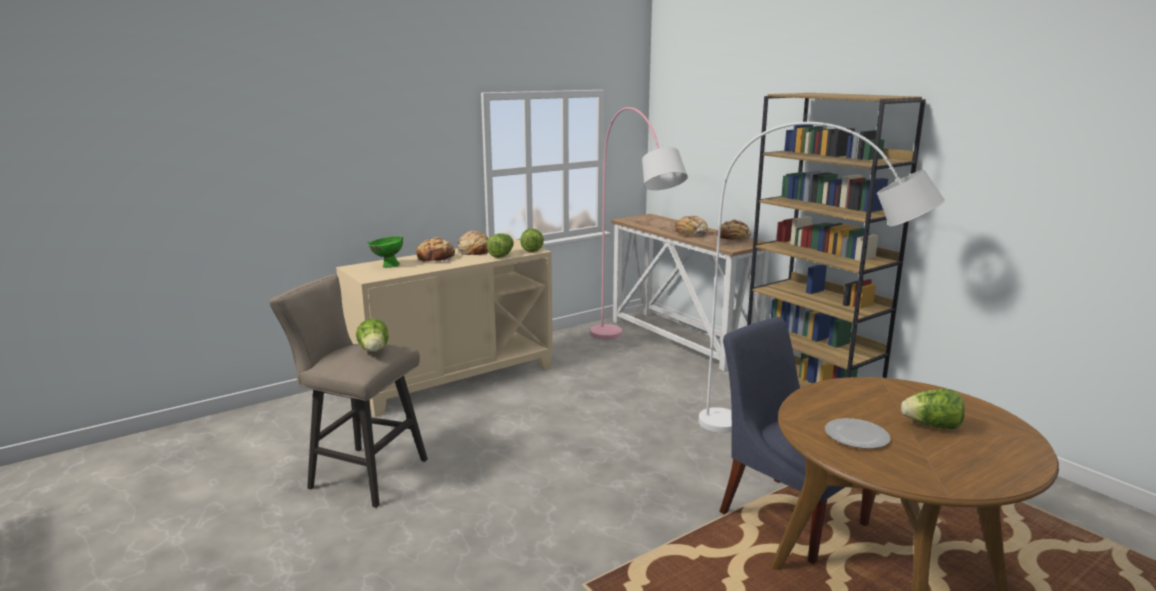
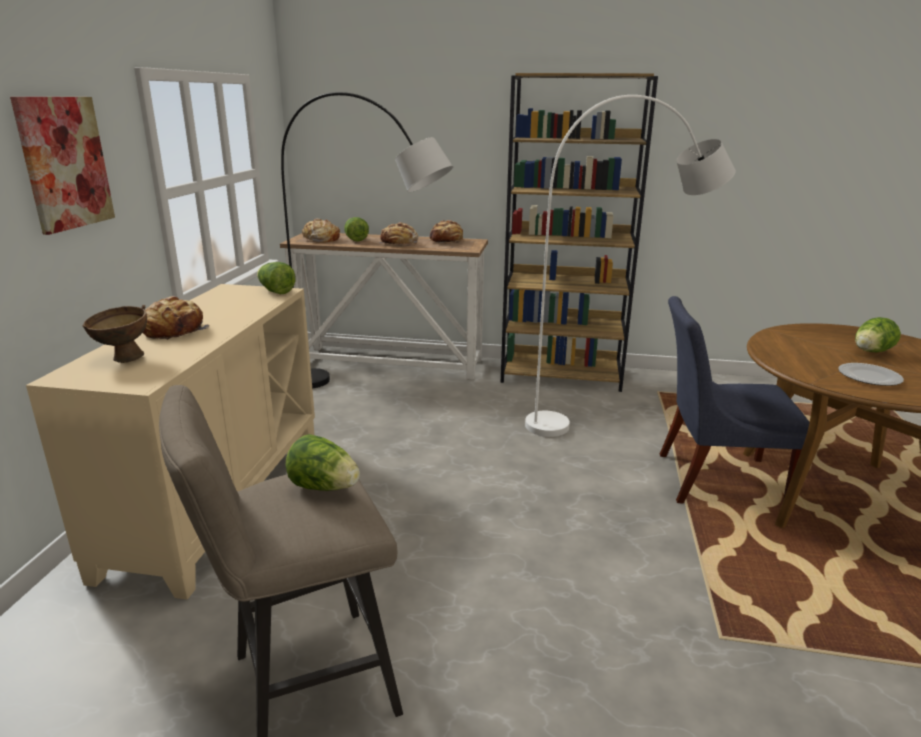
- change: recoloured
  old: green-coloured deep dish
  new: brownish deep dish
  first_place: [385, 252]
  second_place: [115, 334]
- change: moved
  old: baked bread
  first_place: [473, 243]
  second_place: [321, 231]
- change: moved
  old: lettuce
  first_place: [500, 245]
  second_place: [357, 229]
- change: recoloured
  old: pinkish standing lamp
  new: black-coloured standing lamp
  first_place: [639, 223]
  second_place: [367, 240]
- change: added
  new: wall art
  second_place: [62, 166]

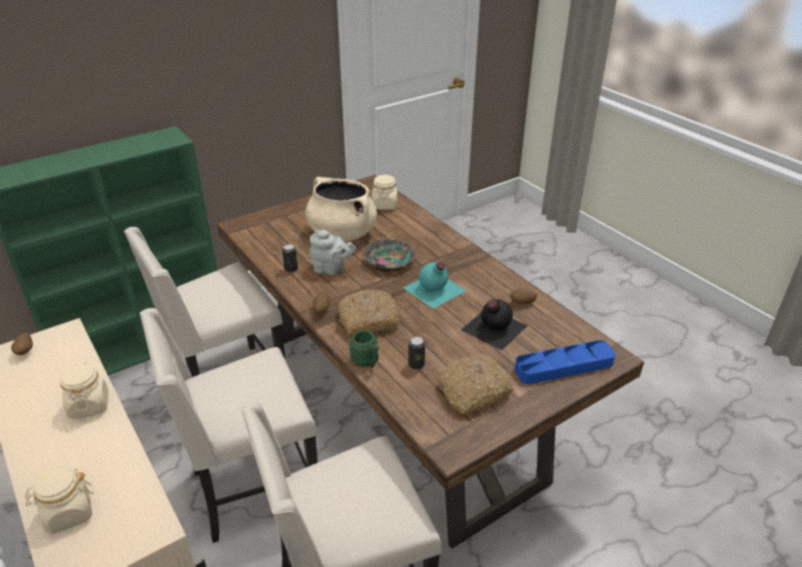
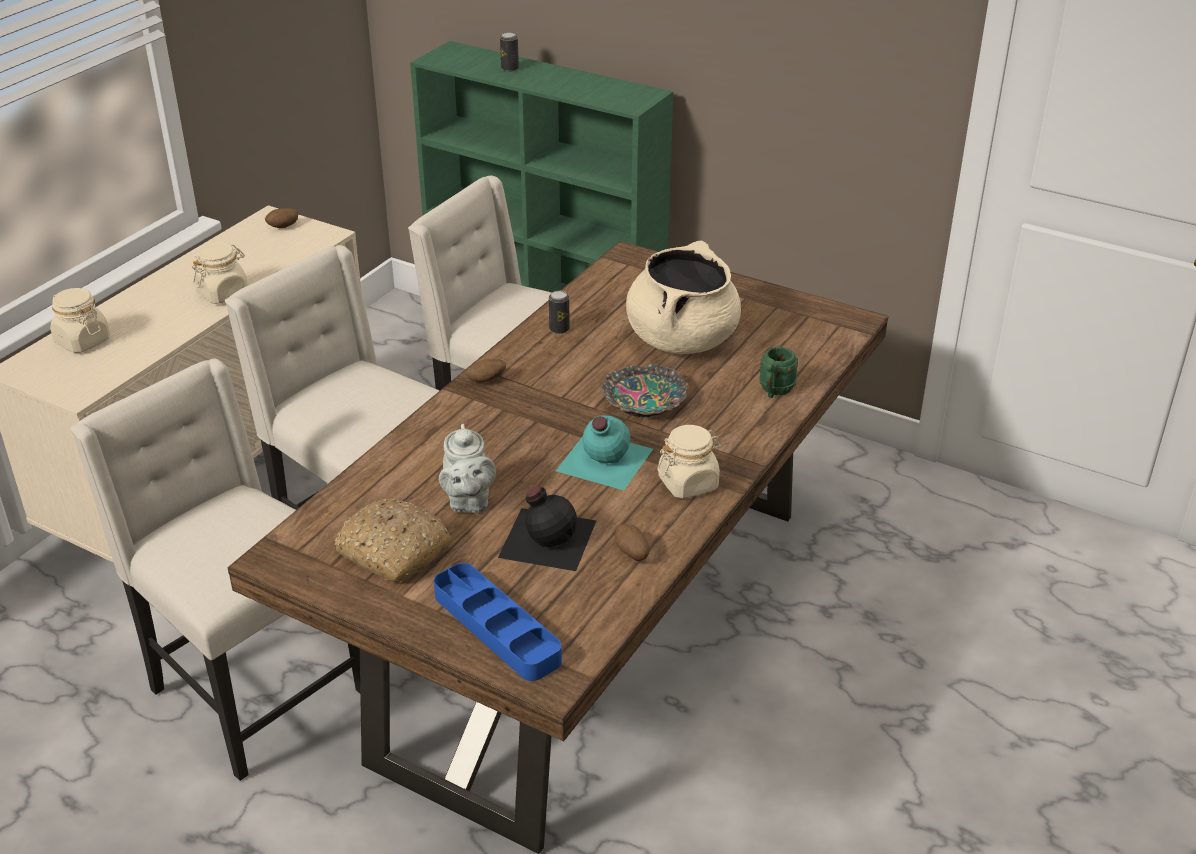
- change: moved
  old: gray teapot
  first_place: [333, 252]
  second_place: [467, 468]
- change: removed
  old: baked bread
  first_place: [368, 312]
- change: moved
  old: green-coloured tea mug
  first_place: [364, 349]
  second_place: [778, 372]
- change: moved
  old: beige-coloured storage jar
  first_place: [384, 192]
  second_place: [689, 462]
- change: moved
  old: can
  first_place: [417, 353]
  second_place: [509, 52]

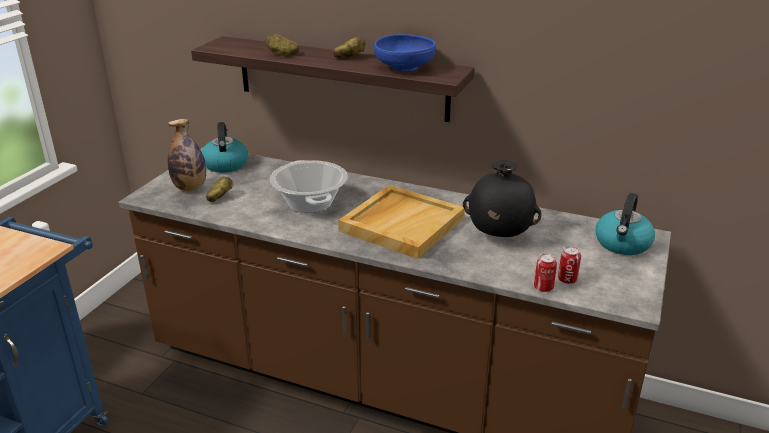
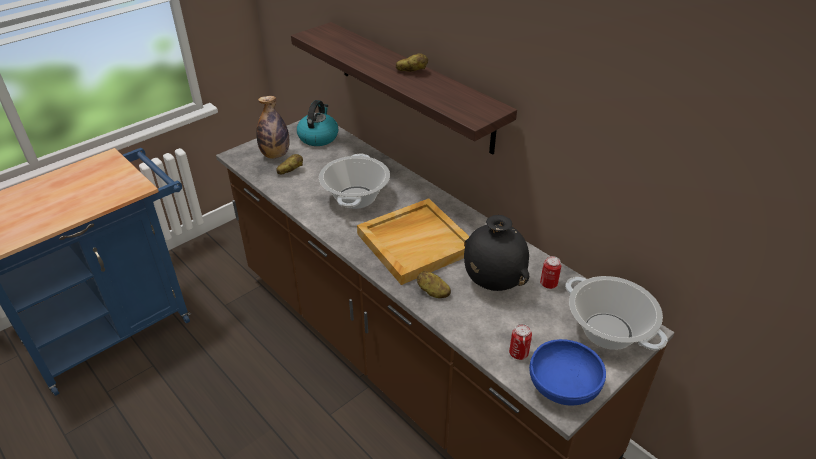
- change: moved
  old: whole potato
  first_place: [282, 45]
  second_place: [434, 284]
- change: moved
  old: blue deep dish
  first_place: [405, 53]
  second_place: [567, 372]
- change: moved
  old: can
  first_place: [545, 272]
  second_place: [550, 272]
- change: replaced
  old: kettle
  new: stockpot
  first_place: [625, 224]
  second_place: [616, 313]

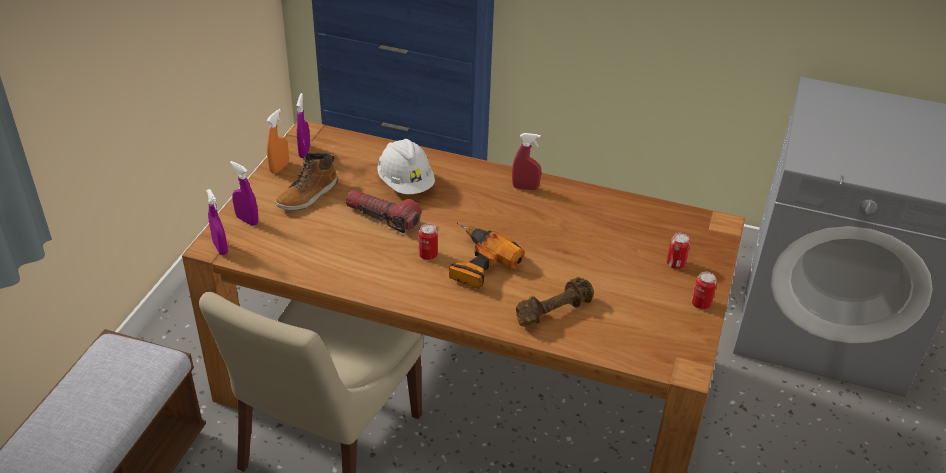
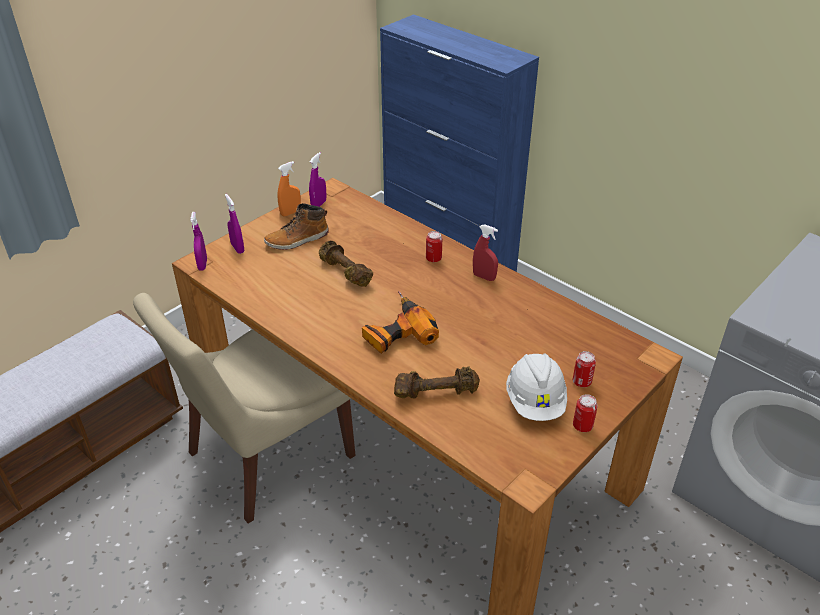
- change: replaced
  old: hand torch
  new: brownish free weight
  first_place: [383, 211]
  second_place: [346, 264]
- change: moved
  old: white-coloured safety helmet
  first_place: [406, 166]
  second_place: [536, 387]
- change: moved
  old: can
  first_place: [428, 242]
  second_place: [434, 246]

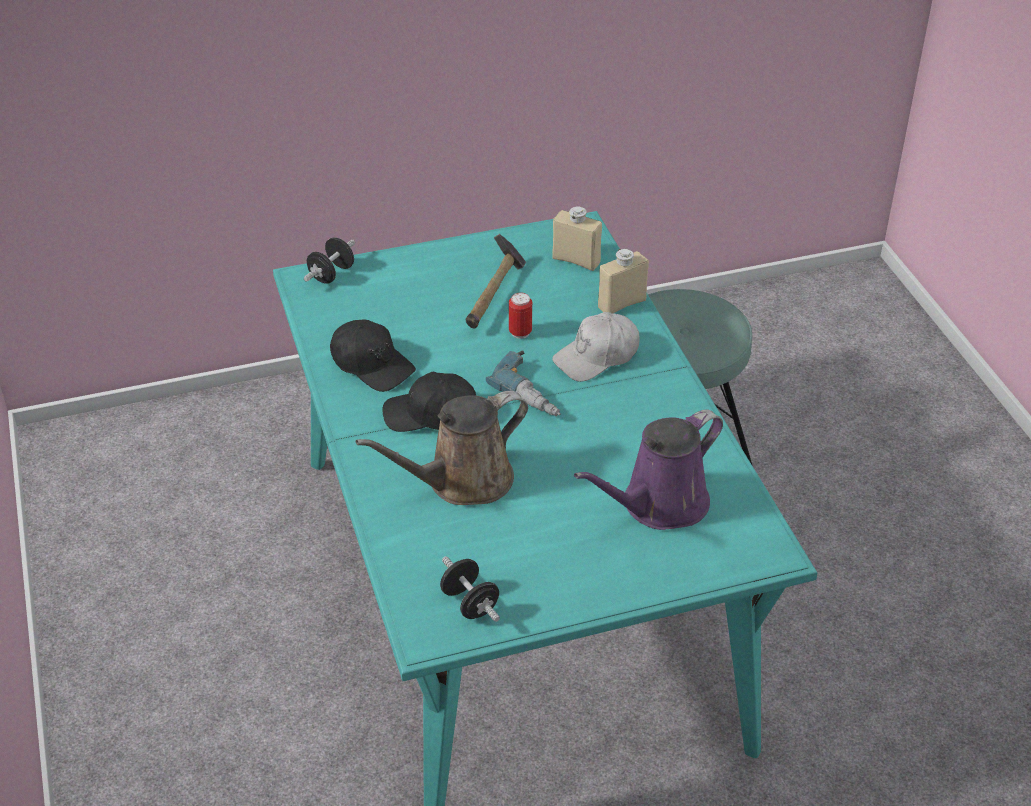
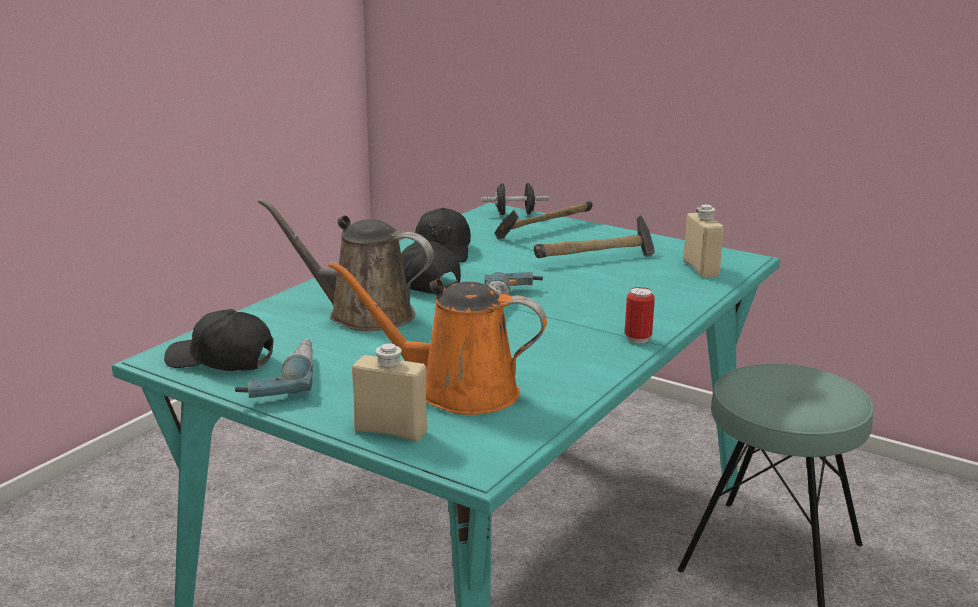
- change: replaced
  old: black-coloured free weight
  new: black-coloured cap
  first_place: [470, 589]
  second_place: [219, 340]
- change: moved
  old: can
  first_place: [520, 316]
  second_place: [640, 315]
- change: removed
  old: white-coloured cap
  first_place: [596, 347]
- change: recoloured
  old: purple watering can
  new: orange-coloured watering can
  first_place: [648, 469]
  second_place: [437, 338]
- change: moved
  old: beige-coloured bottle
  first_place: [623, 281]
  second_place: [389, 392]
- change: added
  new: power drill
  second_place: [274, 368]
- change: added
  new: hand hammer
  second_place: [543, 220]

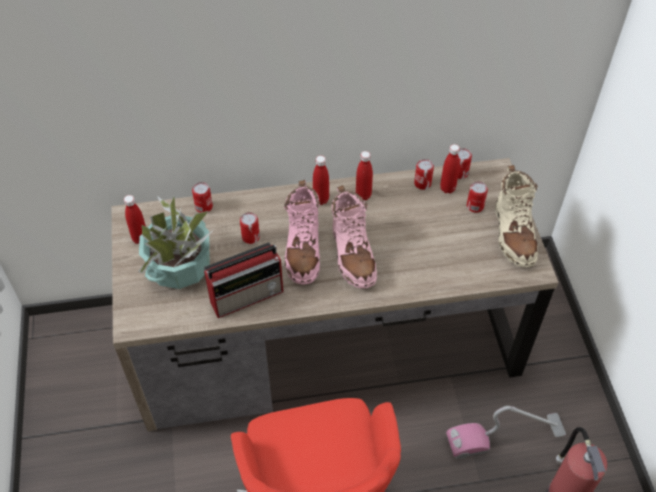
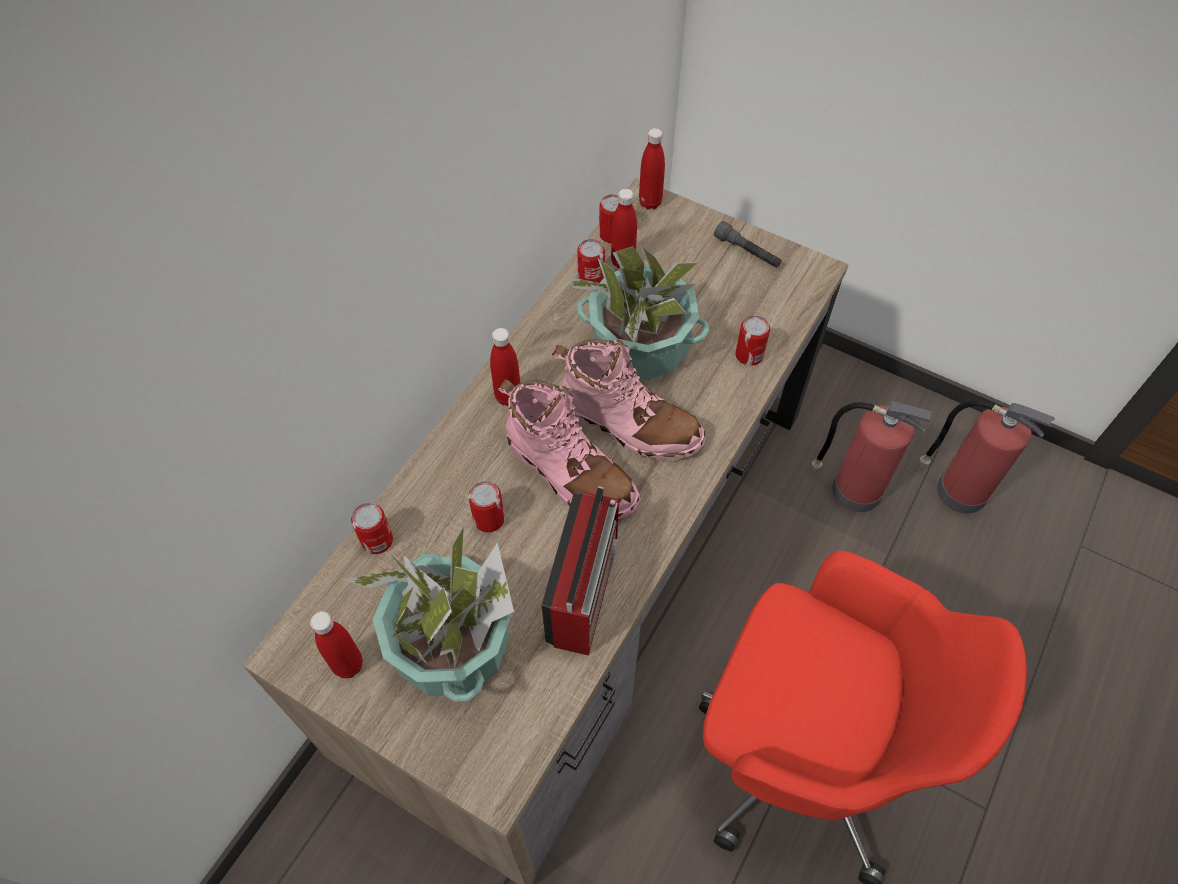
- change: moved
  old: reddish bottle
  first_place: [364, 175]
  second_place: [652, 168]
- change: replaced
  old: hoover
  new: extinguisher
  first_place: [506, 432]
  second_place: [873, 457]
- change: moved
  old: can
  first_place: [477, 197]
  second_place: [752, 340]
- change: replaced
  old: beige-coloured high-top boot
  new: gray hand torch
  first_place: [516, 216]
  second_place: [748, 244]
- change: added
  new: plant in a pot
  second_place: [639, 312]

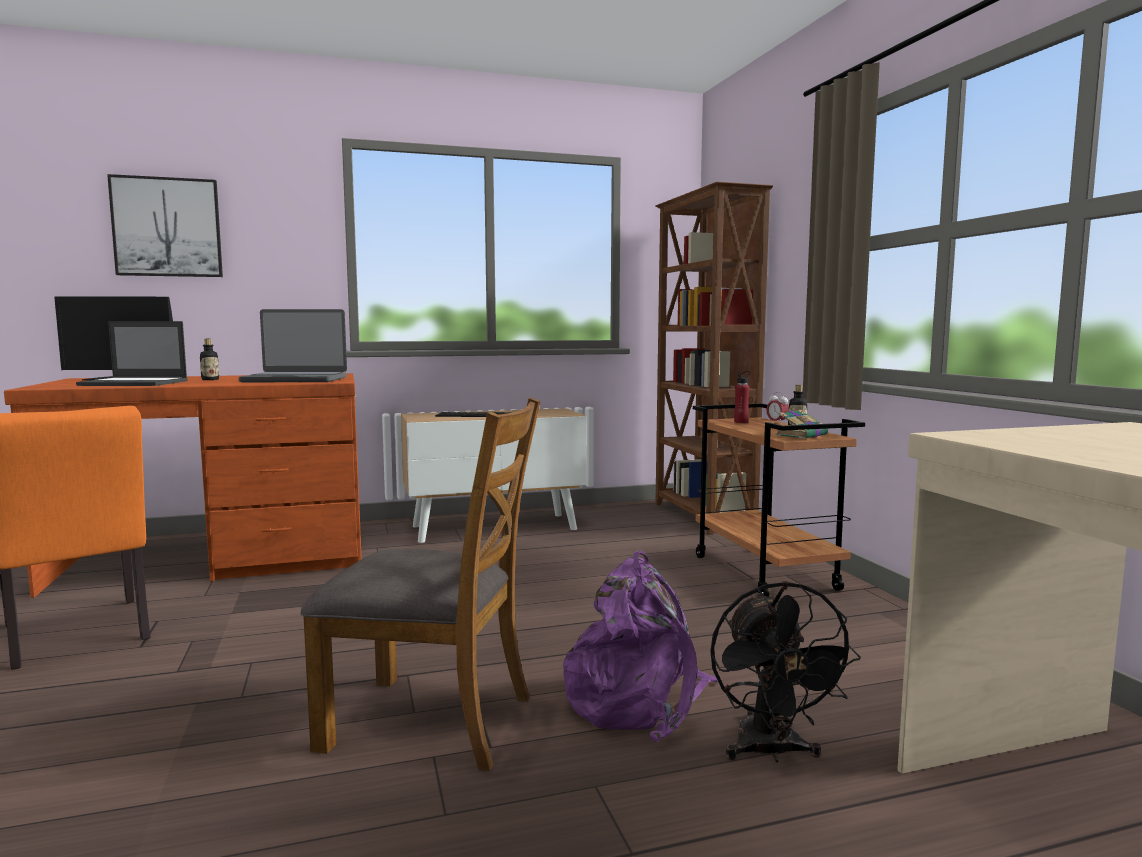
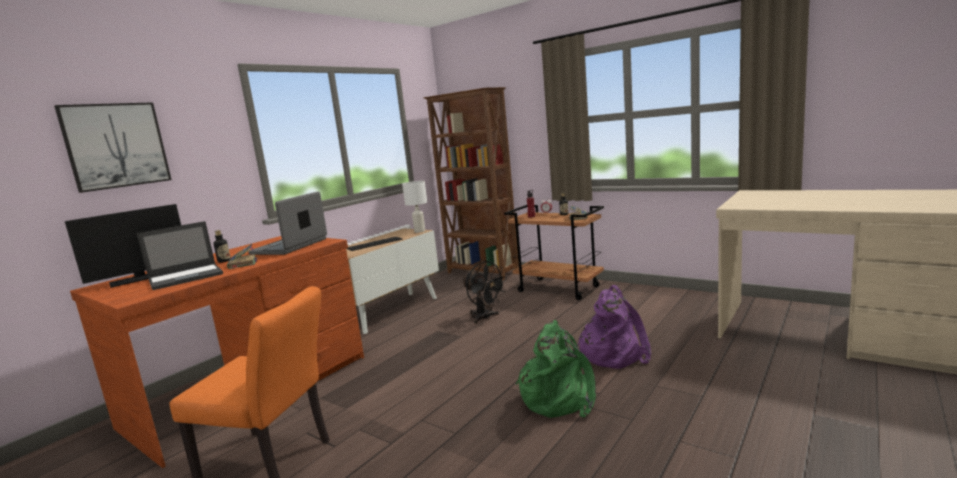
- change: turned
  old: portable computer
  first_place: [293, 345]
  second_place: [287, 223]
  degrees: 150
- change: replaced
  old: brownish plain chair
  new: green-coloured rucksack
  first_place: [420, 584]
  second_place: [556, 369]
- change: moved
  old: black-coloured cooling fan
  first_place: [785, 671]
  second_place: [484, 292]
- change: added
  new: bound book
  second_place: [242, 256]
- change: added
  new: white-coloured lamp for a table
  second_place: [414, 207]

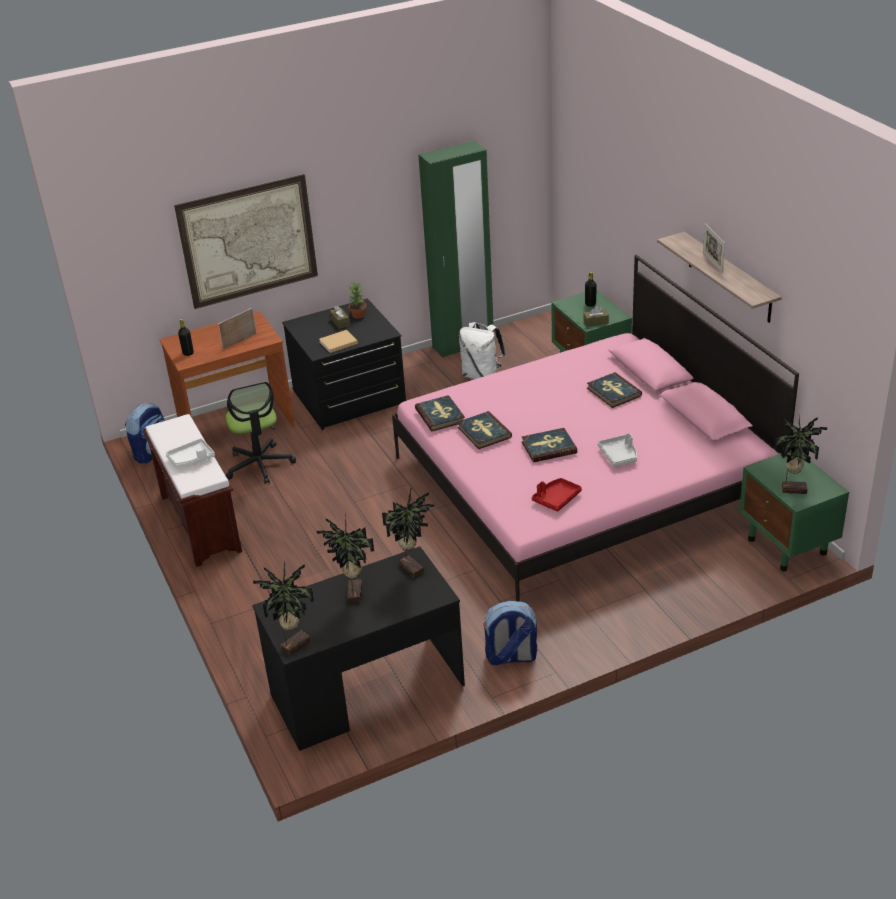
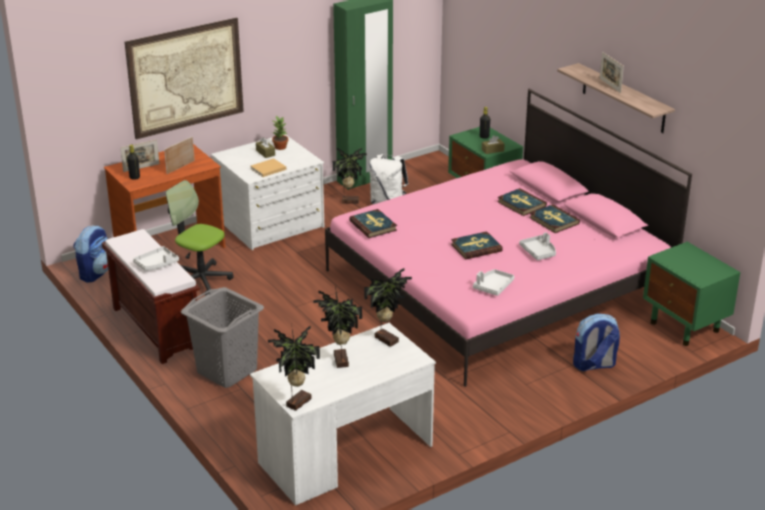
- change: turned
  old: desk chair
  first_place: [261, 433]
  second_place: [200, 238]
  degrees: 150
- change: recoloured
  old: black-coloured desk unit
  new: white-coloured desk unit
  first_place: [358, 649]
  second_place: [343, 414]
- change: recoloured
  old: black-coloured dresser
  new: white-coloured dresser
  first_place: [344, 364]
  second_place: [267, 192]
- change: moved
  old: bound book
  first_place: [484, 430]
  second_place: [554, 218]
- change: moved
  old: rucksack
  first_place: [510, 633]
  second_place: [596, 342]
- change: recoloured
  old: reddish carrying tray
  new: white-coloured carrying tray
  first_place: [557, 495]
  second_place: [494, 282]
- change: moved
  old: plant in a pot
  first_place: [800, 455]
  second_place: [350, 175]
- change: added
  new: picture frame
  second_place: [140, 155]
- change: added
  new: gray hamper
  second_place: [222, 337]

